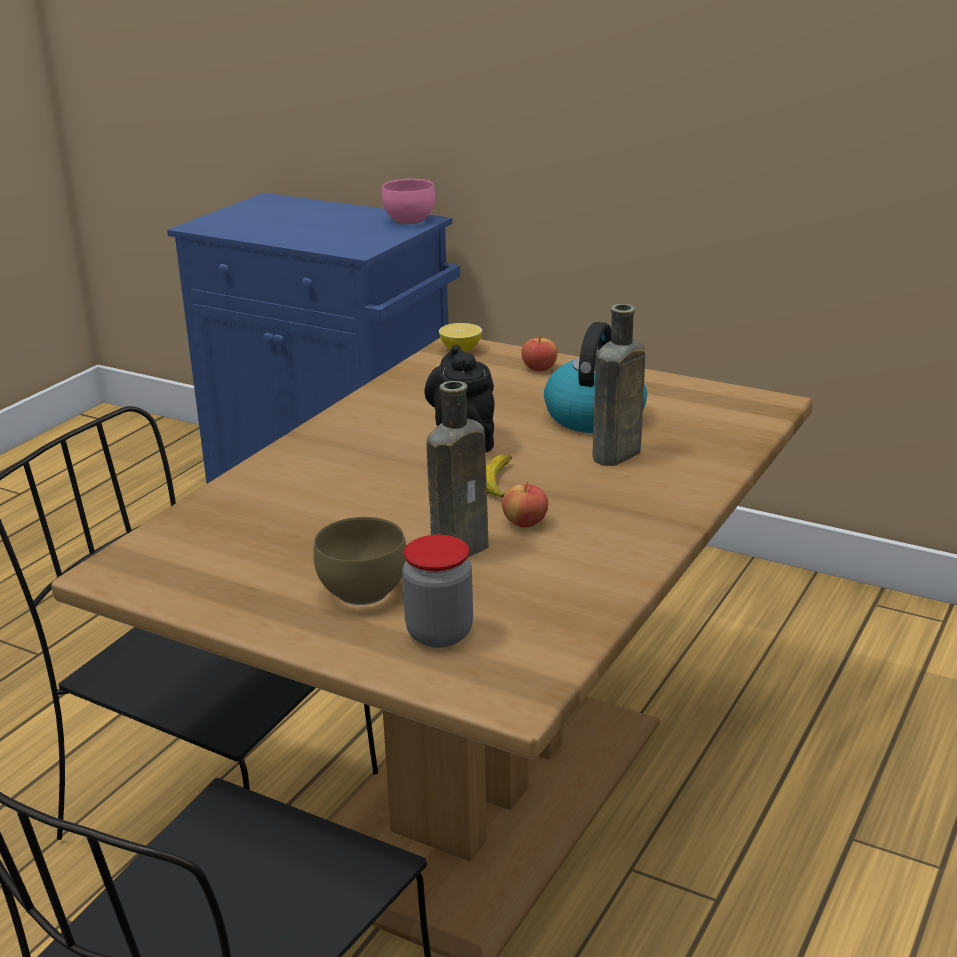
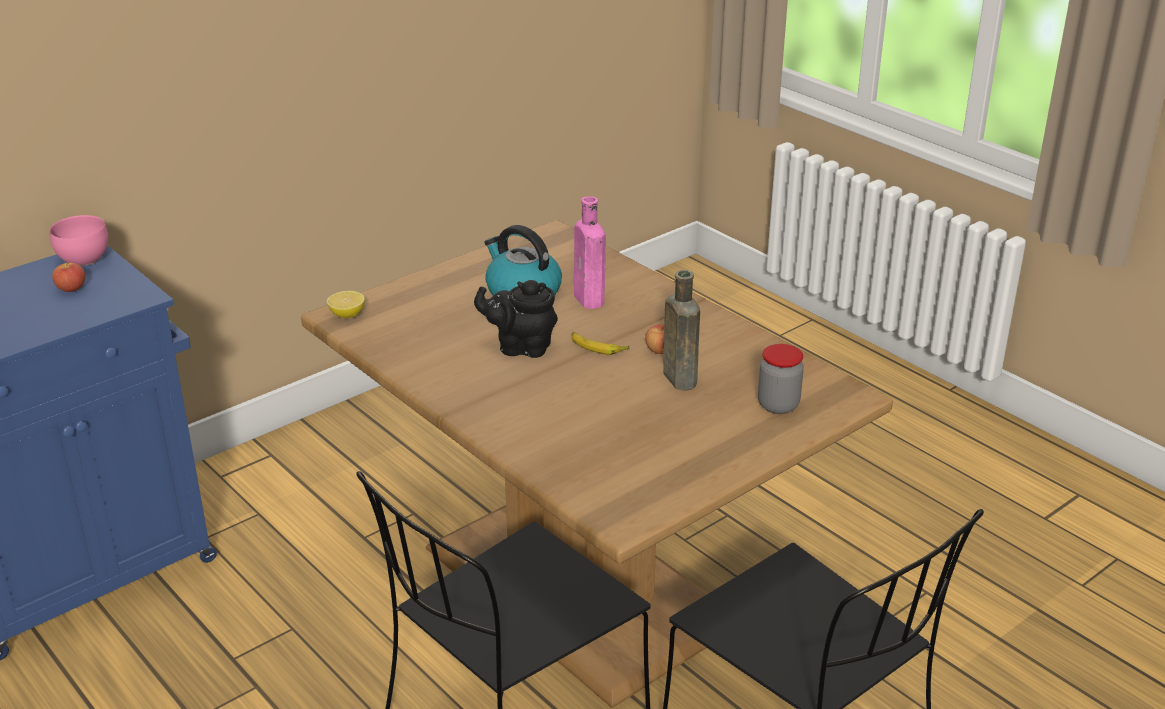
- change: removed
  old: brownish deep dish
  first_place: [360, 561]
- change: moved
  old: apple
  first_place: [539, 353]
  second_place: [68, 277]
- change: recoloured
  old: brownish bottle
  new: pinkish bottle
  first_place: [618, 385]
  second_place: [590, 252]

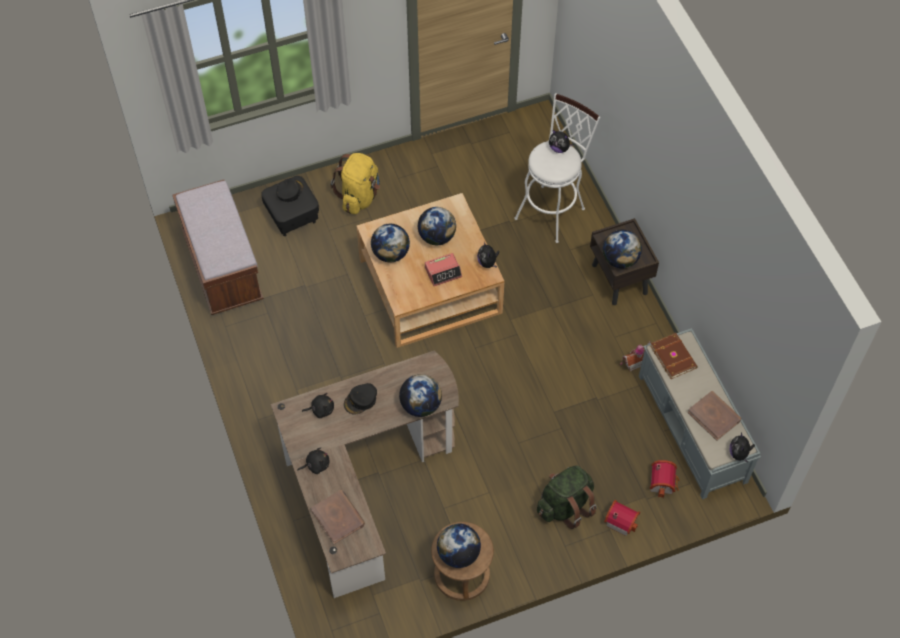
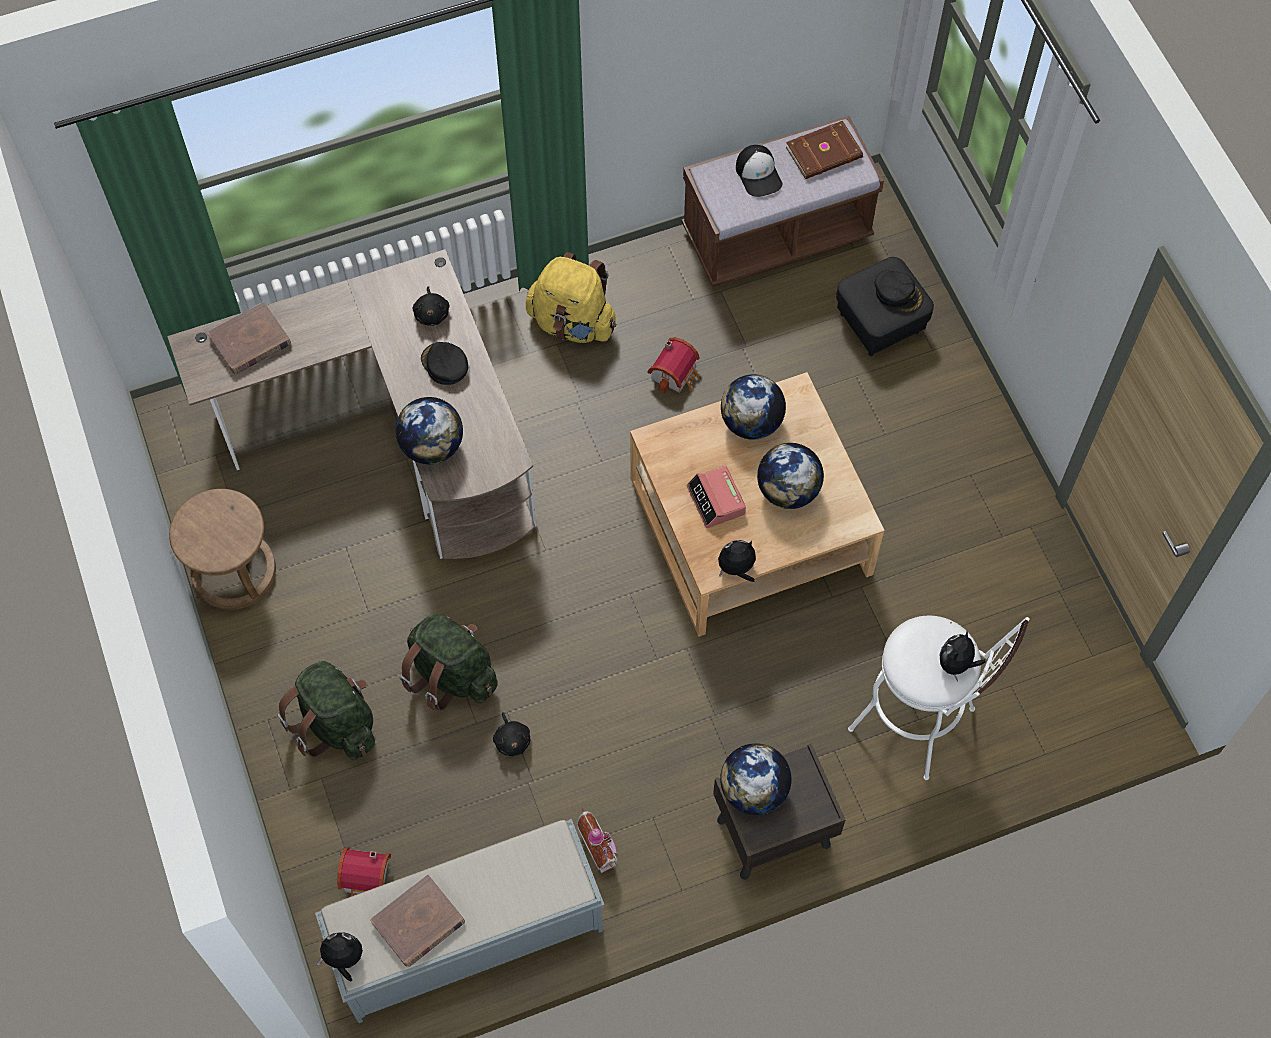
- change: moved
  old: black-coloured plush toy
  first_place: [313, 460]
  second_place: [511, 734]
- change: moved
  old: yellow-coloured rucksack
  first_place: [355, 183]
  second_place: [571, 297]
- change: removed
  old: desk globe
  first_place: [459, 546]
- change: moved
  old: model house
  first_place: [622, 518]
  second_place: [673, 365]
- change: moved
  old: brownish bound book
  first_place: [674, 356]
  second_place: [824, 150]
- change: added
  new: green-coloured rucksack
  second_place: [448, 662]
- change: added
  new: cap
  second_place: [759, 171]

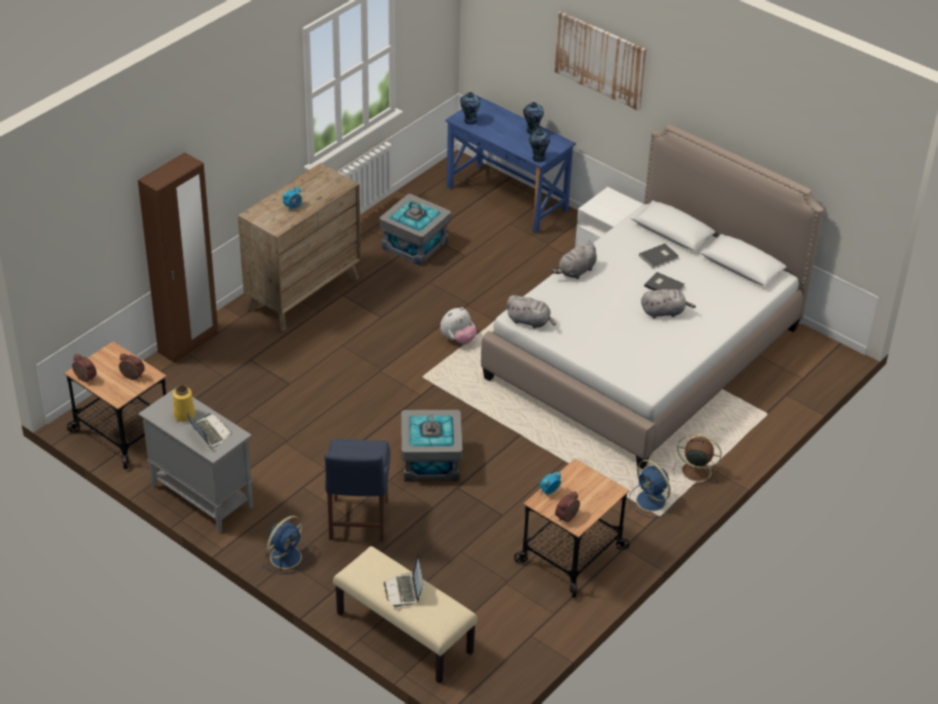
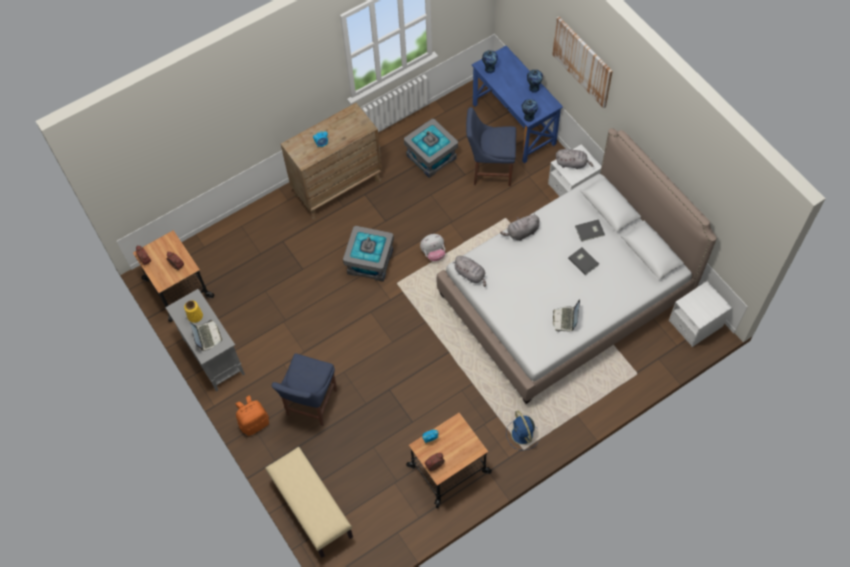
- change: removed
  old: brownish armoire
  first_place: [178, 257]
- change: replaced
  old: blue cooling fan
  new: orange-coloured rucksack
  first_place: [286, 545]
  second_place: [252, 415]
- change: moved
  old: portable computer
  first_place: [403, 581]
  second_place: [566, 315]
- change: moved
  old: gray storage bin
  first_place: [432, 445]
  second_place: [368, 254]
- change: moved
  old: gray plush toy
  first_place: [668, 303]
  second_place: [574, 159]
- change: removed
  old: brownish cooling fan
  first_place: [697, 460]
- change: added
  new: blue plain chair
  second_place: [491, 146]
- change: added
  new: white-coloured nightstand
  second_place: [700, 314]

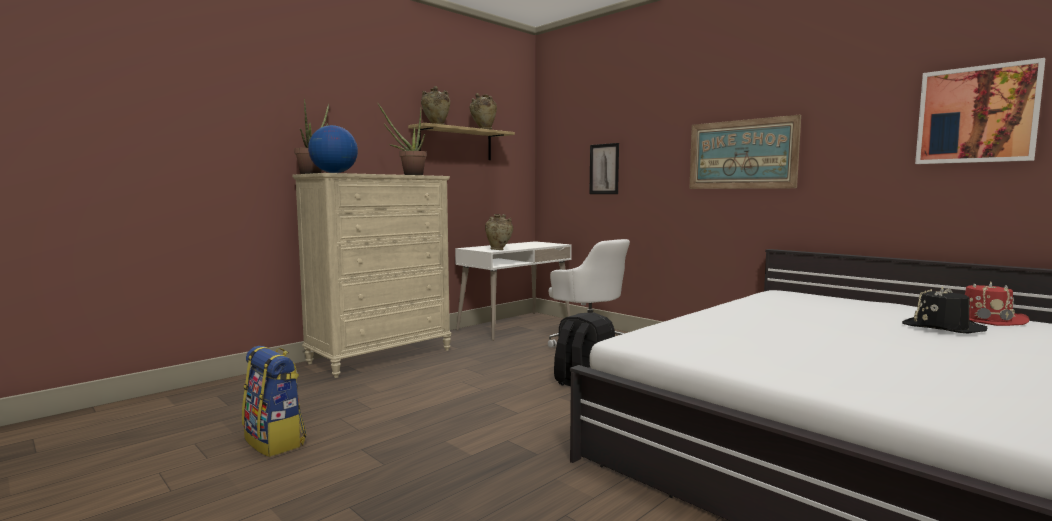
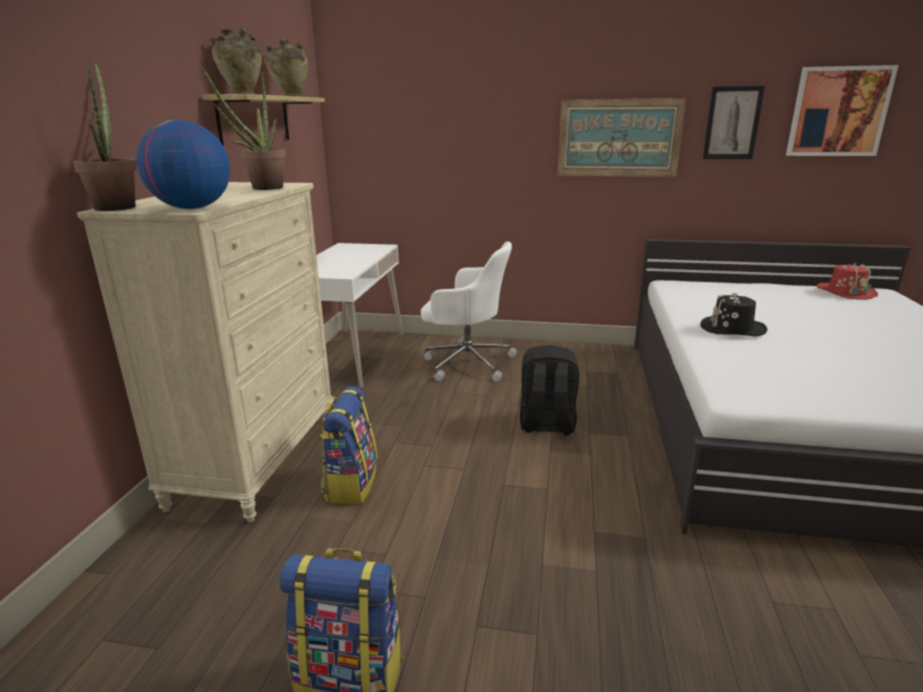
- change: removed
  old: beige-coloured decorative vase
  first_place: [499, 232]
- change: moved
  old: wall art
  first_place: [604, 168]
  second_place: [734, 122]
- change: moved
  old: black-coloured wearable hat
  first_place: [944, 309]
  second_place: [733, 314]
- change: added
  new: rucksack
  second_place: [348, 445]

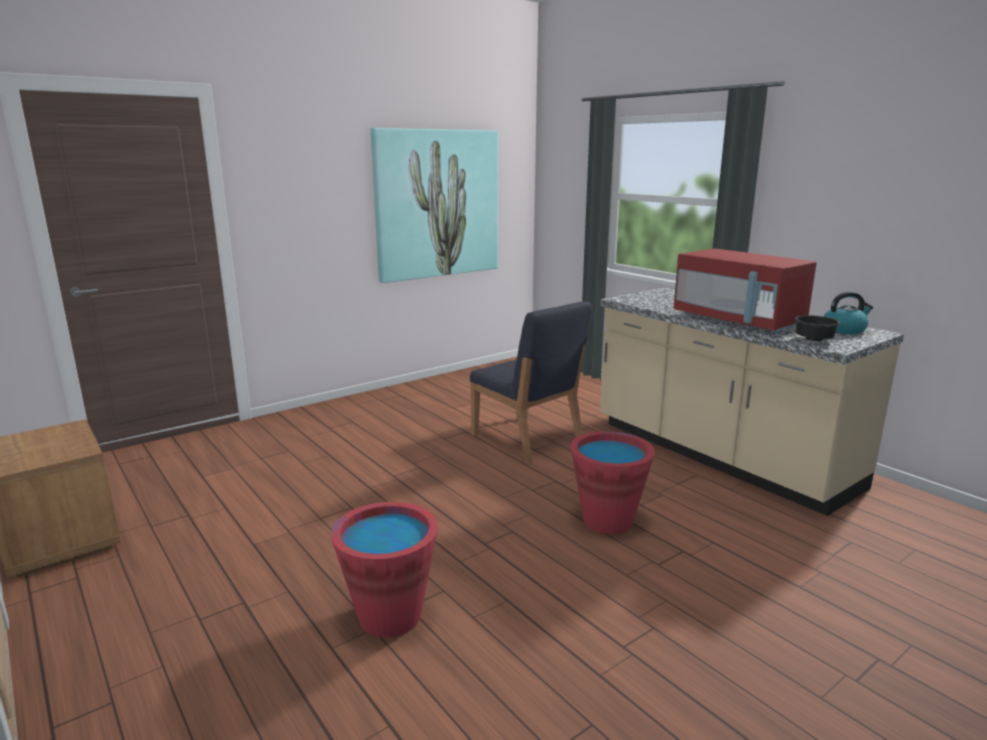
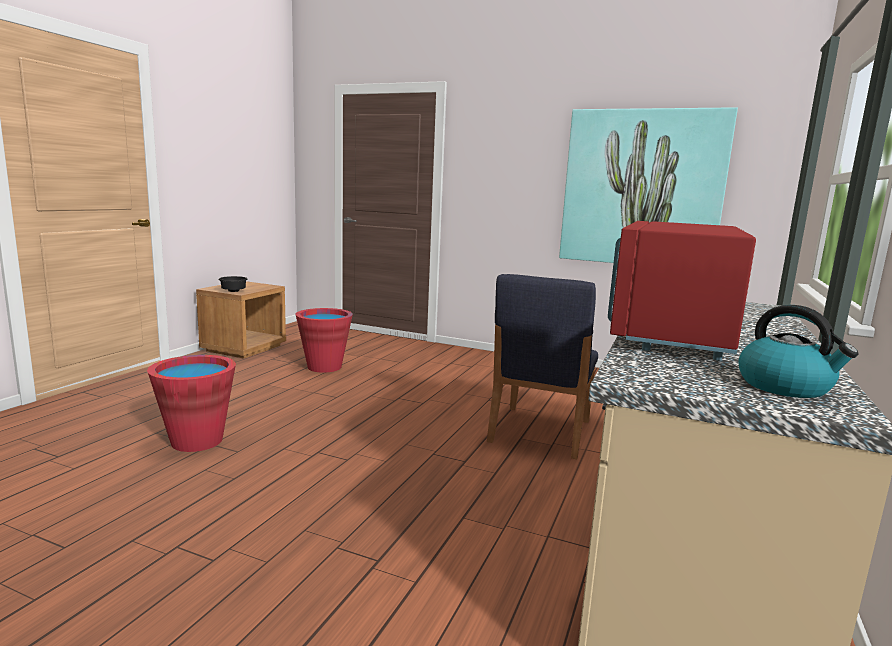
- change: moved
  old: reddish pail
  first_place: [612, 482]
  second_place: [324, 340]
- change: moved
  old: black-coloured deep dish
  first_place: [817, 328]
  second_place: [233, 284]

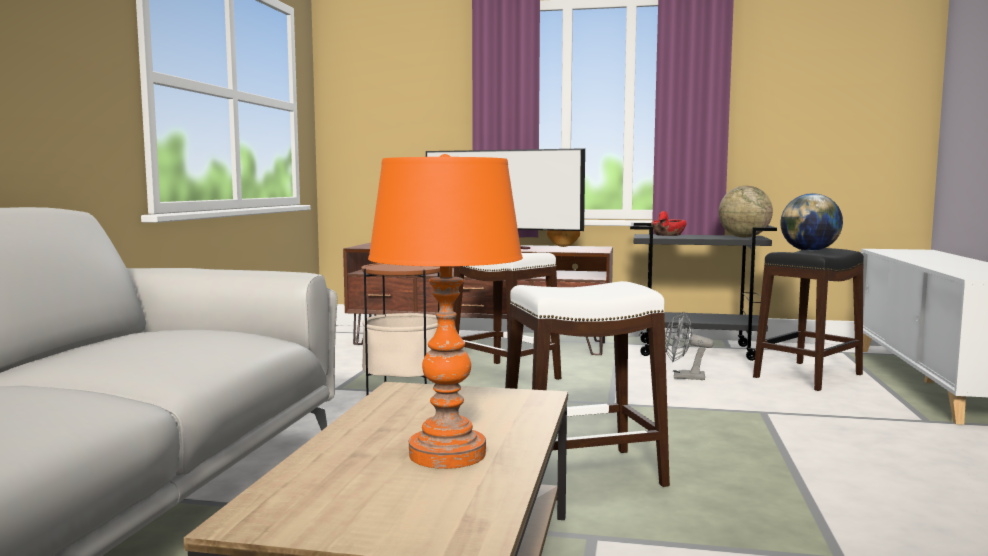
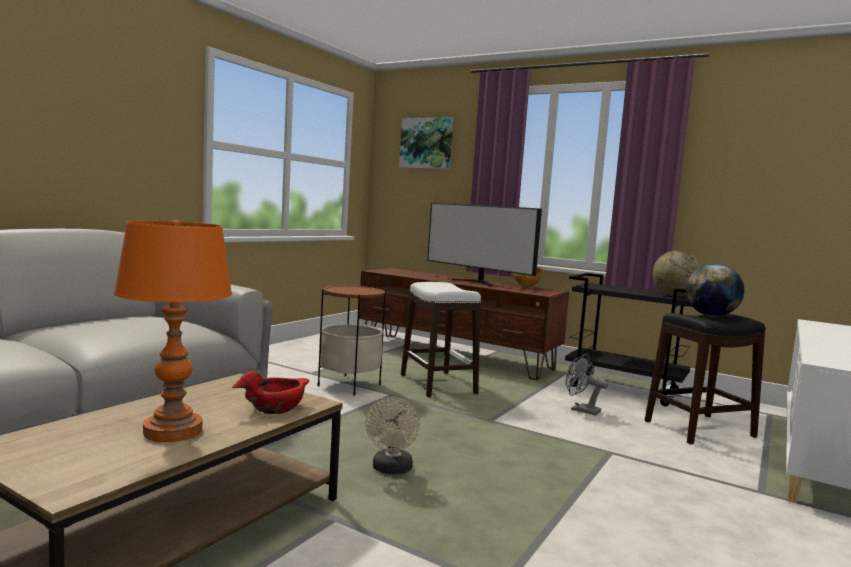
- change: replaced
  old: white-coloured stool
  new: beige-coloured cooling fan
  first_place: [587, 384]
  second_place: [392, 435]
- change: moved
  old: reddish deep dish
  first_place: [668, 223]
  second_place: [270, 392]
- change: added
  new: wall art
  second_place: [426, 143]

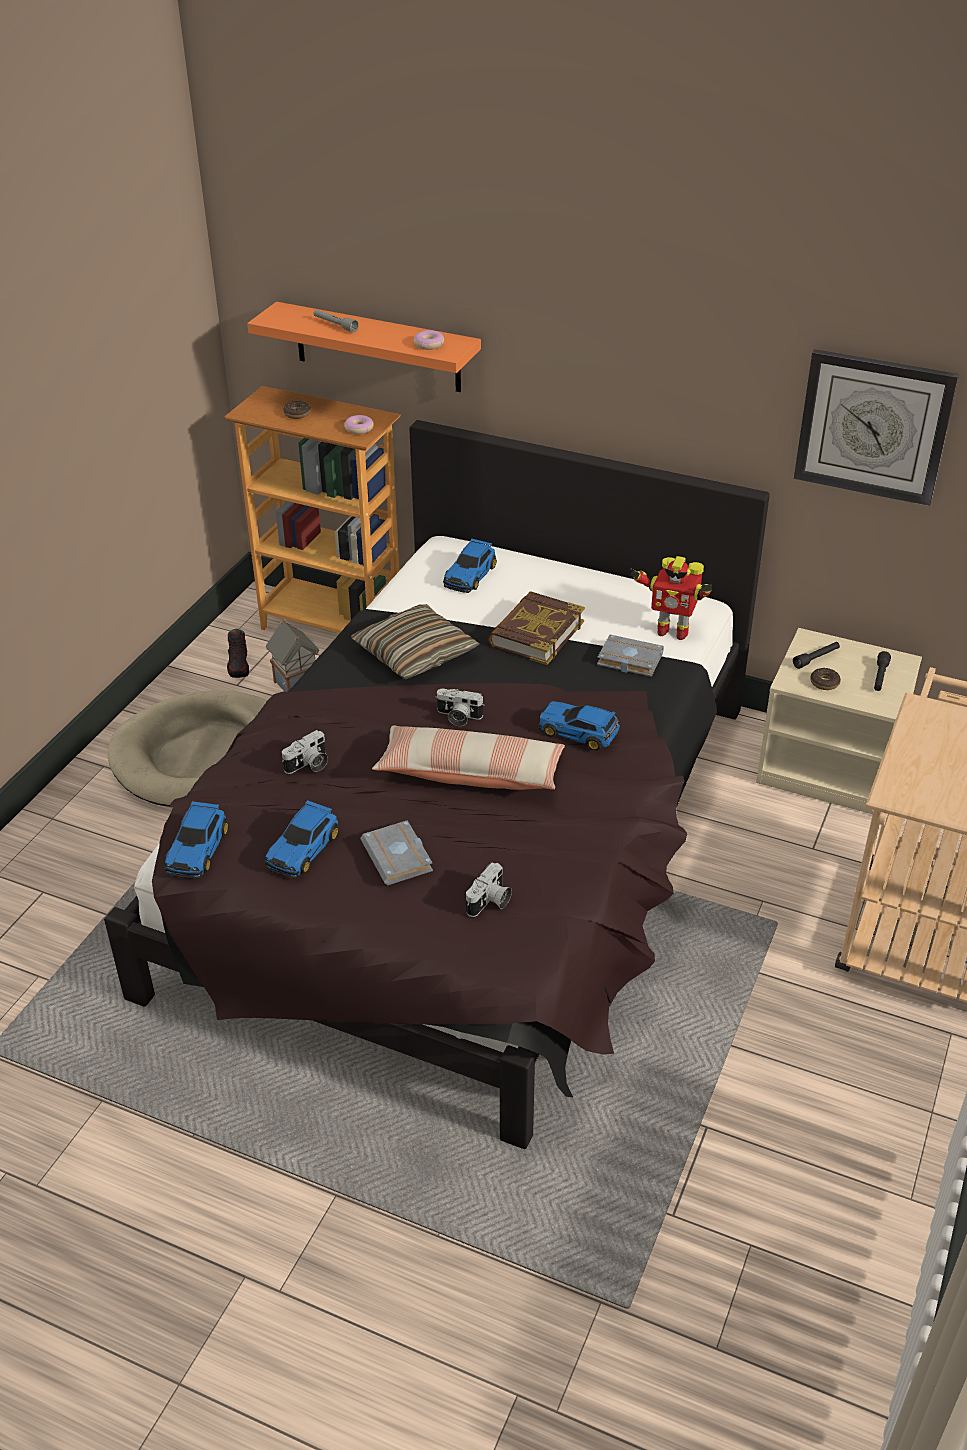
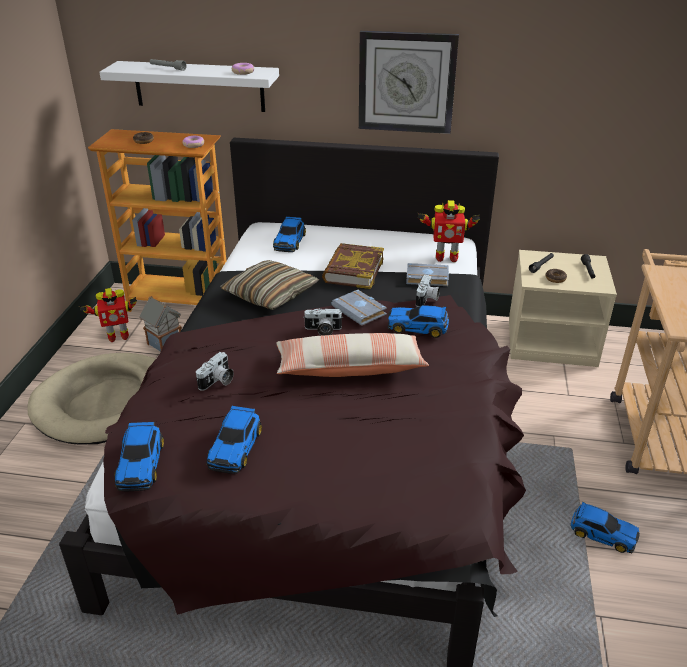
- change: replaced
  old: low shoe
  new: toy robot
  first_place: [238, 653]
  second_place: [108, 315]
- change: recoloured
  old: orange-coloured wall shelf
  new: white-coloured wall shelf
  first_place: [364, 347]
  second_place: [189, 86]
- change: moved
  old: gray bound book
  first_place: [397, 853]
  second_place: [359, 308]
- change: moved
  old: photo camera
  first_place: [489, 889]
  second_place: [428, 291]
- change: moved
  old: wall clock
  first_place: [876, 427]
  second_place: [409, 82]
- change: added
  new: model car
  second_place: [605, 527]

